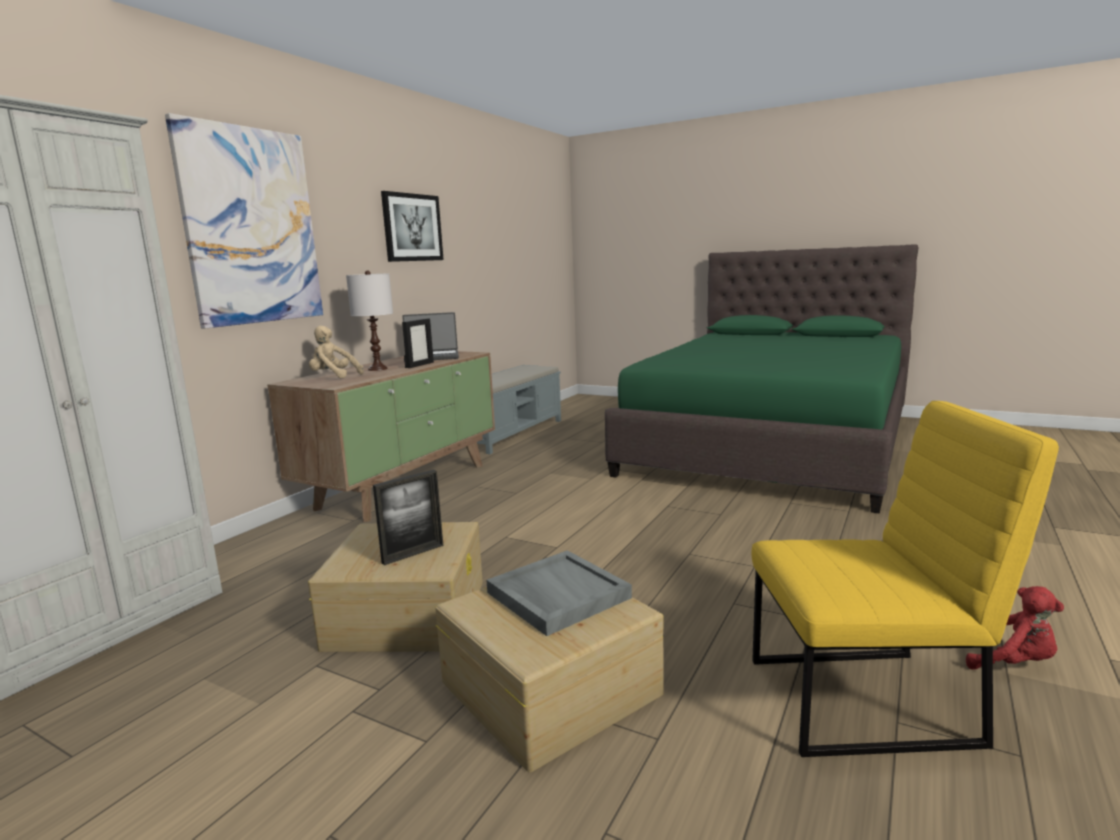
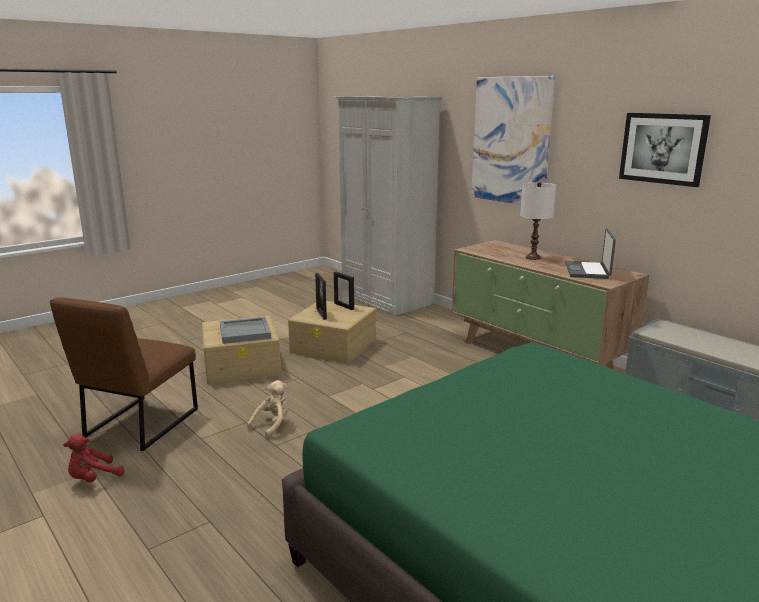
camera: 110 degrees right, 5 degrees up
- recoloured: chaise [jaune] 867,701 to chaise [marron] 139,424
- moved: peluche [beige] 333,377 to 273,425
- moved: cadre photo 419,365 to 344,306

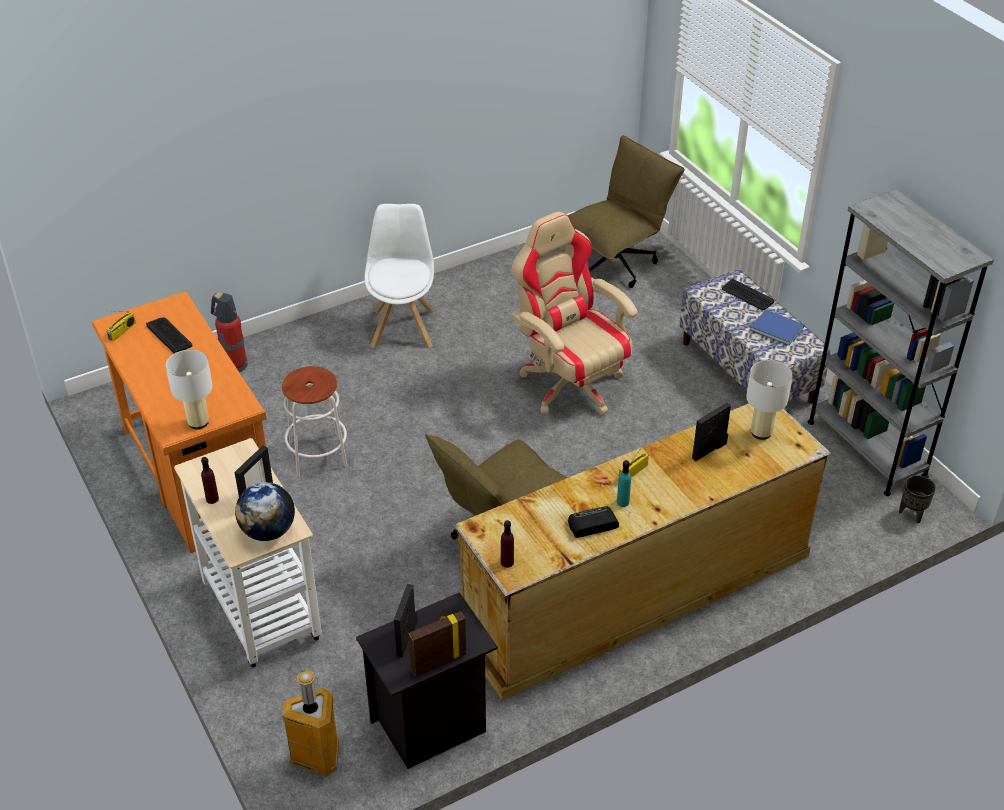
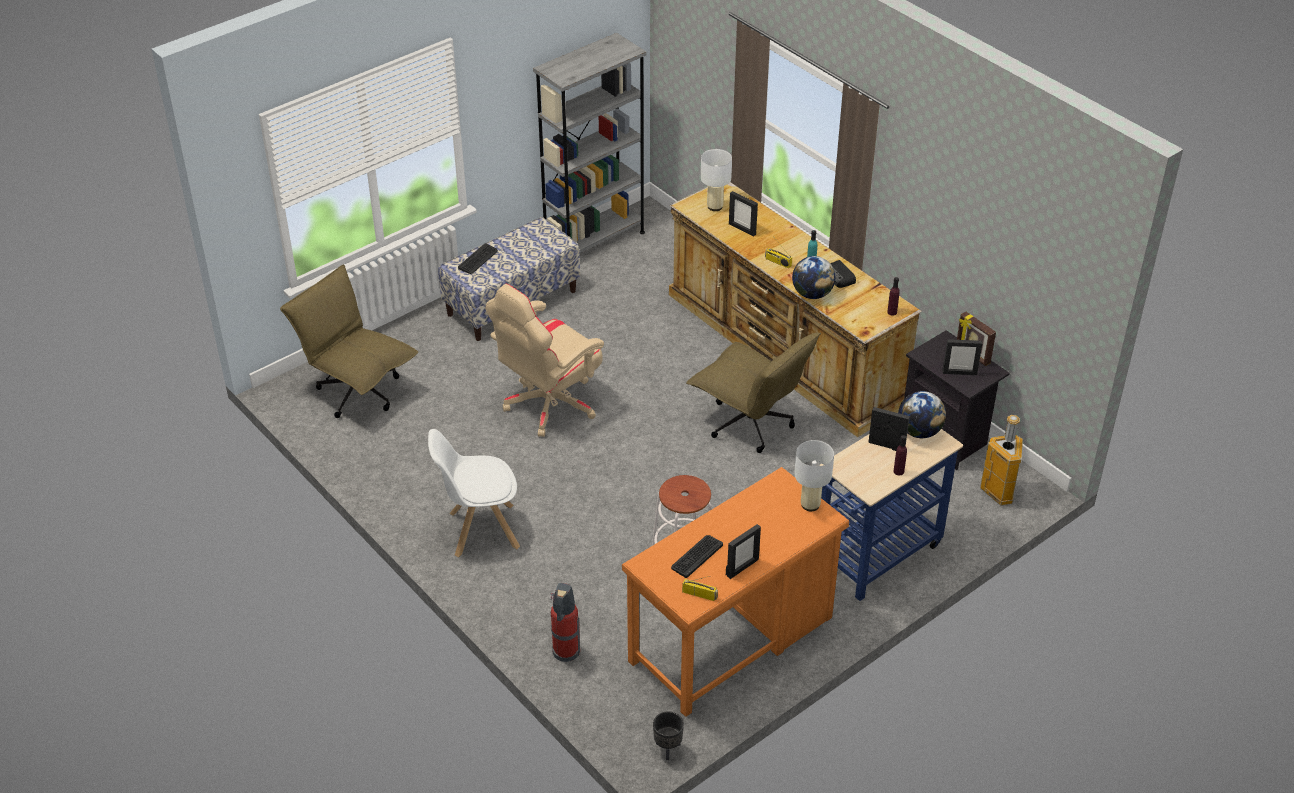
camera: 100 degrees left, 0 degrees up
- moved: cache-pot [noir] 911,513 to 667,749
- added: cadre photo 742,567
- added: globe 812,294
- recoloured: chariot [blanc] 260,609 to chariot [bleu] 876,556
- removed: livre [bleu] 776,327

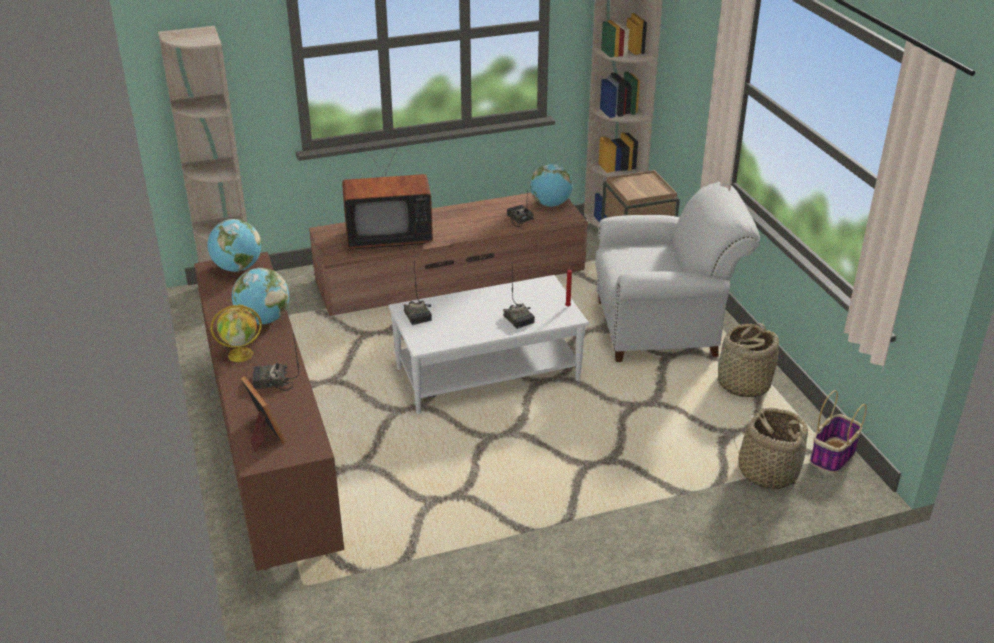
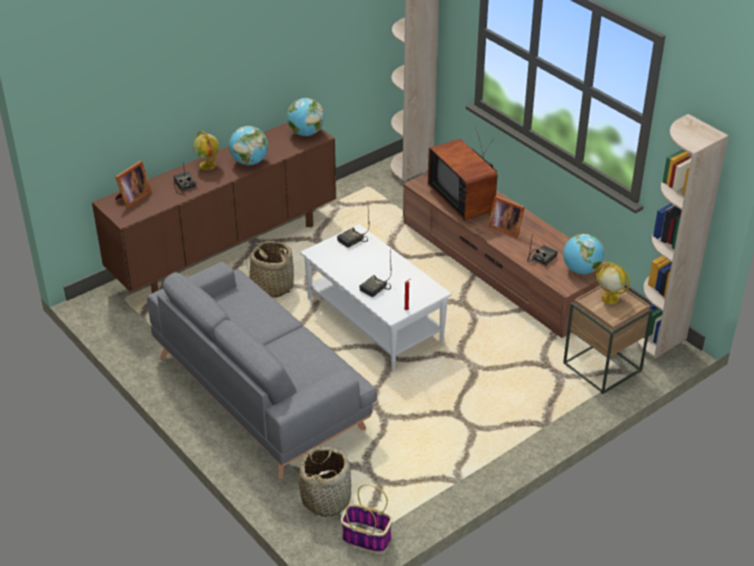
camera: 70 degrees right, 5 degrees up
- added: canapé [gris] 260,391
- moved: panier 743,384 to 272,286
- added: cadre photo 505,228
- added: globe 609,297
- removed: fauteuil [blanc] 663,328

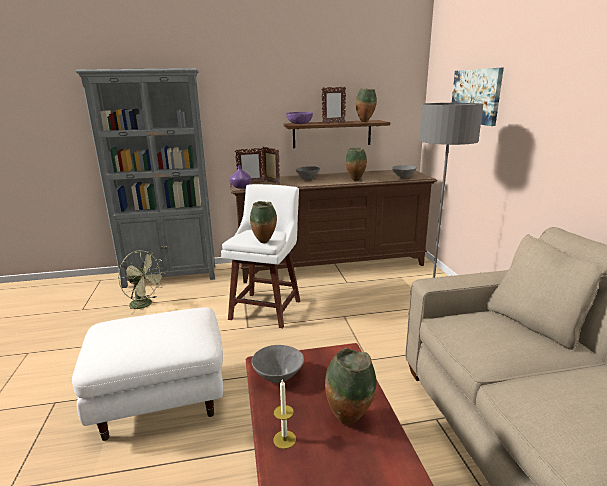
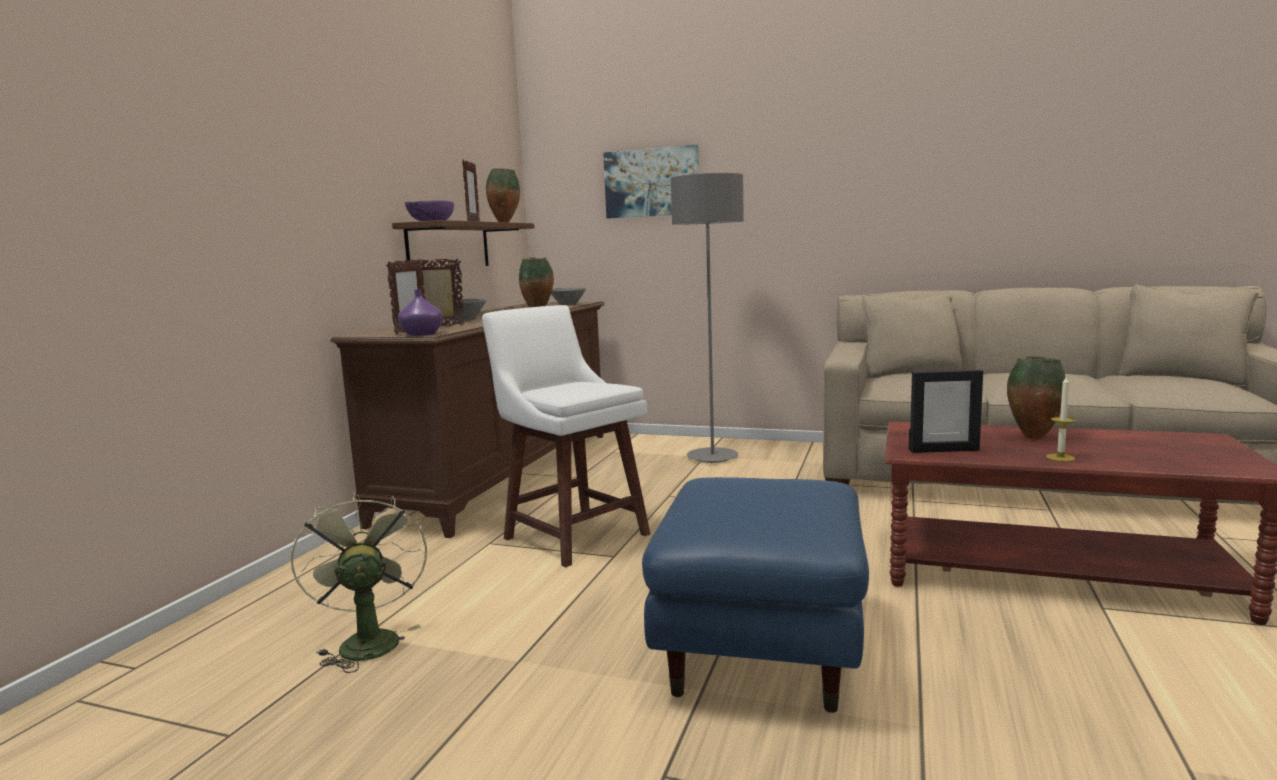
camera: 60 degrees left, 10 degrees down
- turned: ventilateur [vert] 145,304 = 367,640 75 degrees counterclockwise
- recoloured: pouf [blanc] 163,400 to pouf [bleu] 760,647
- replaced: bol [gris] 278,377 to cadre photo 943,450
- removed: bibliothèque [gris] 171,276
- removed: vase 265,242

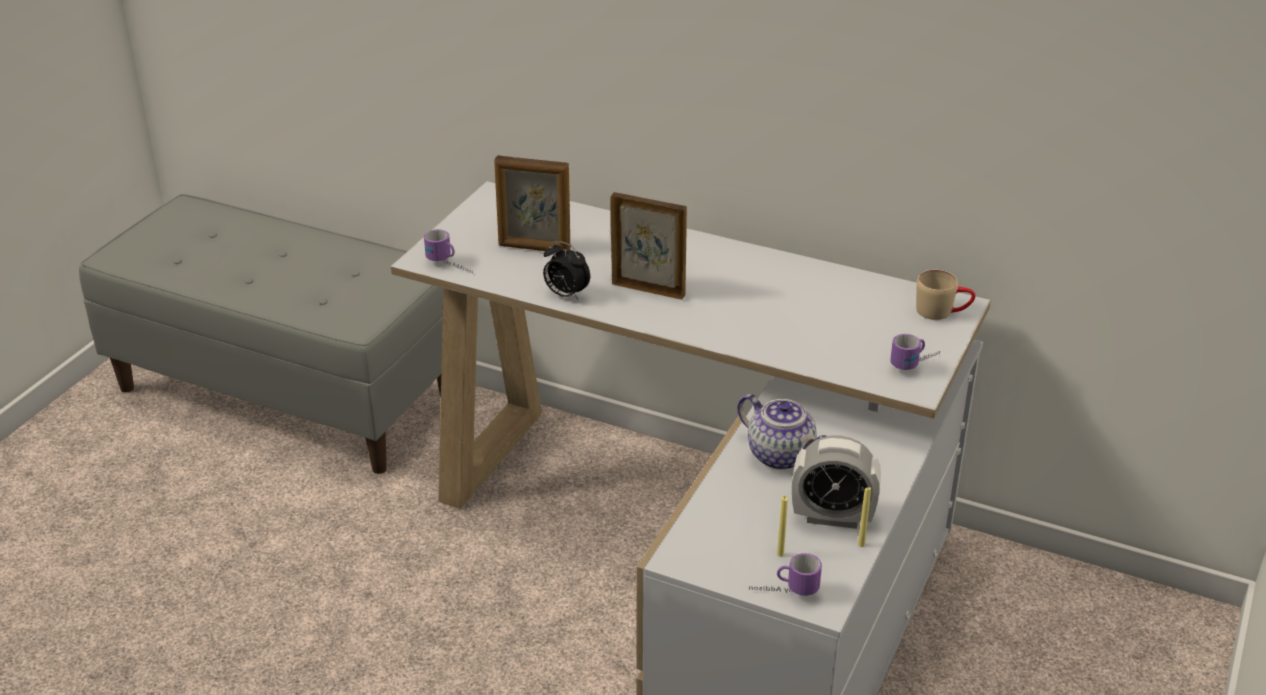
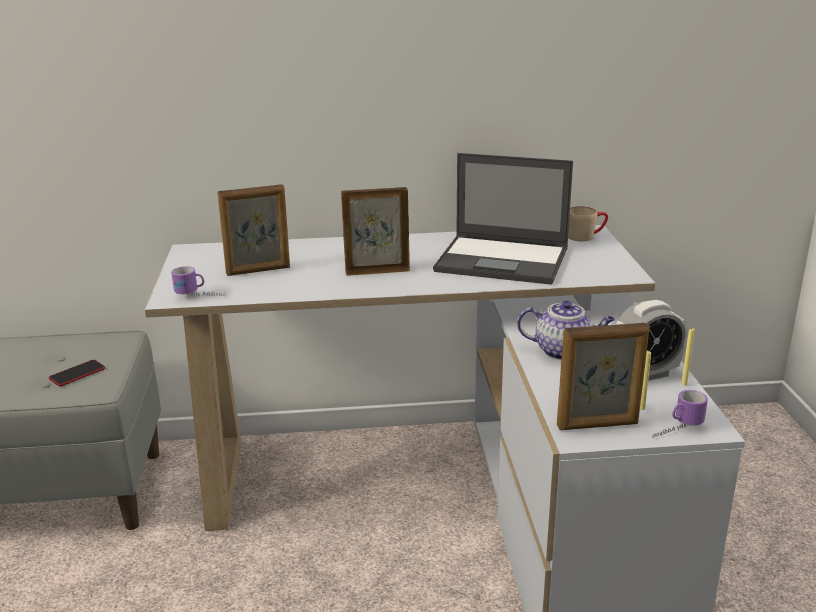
camera: 30 degrees left, 10 degrees down
- added: téléphone 77,374
- added: ordinateur portable 504,260
- added: cadre photo 598,425
- removed: réveil 565,294
- removed: mug 916,364

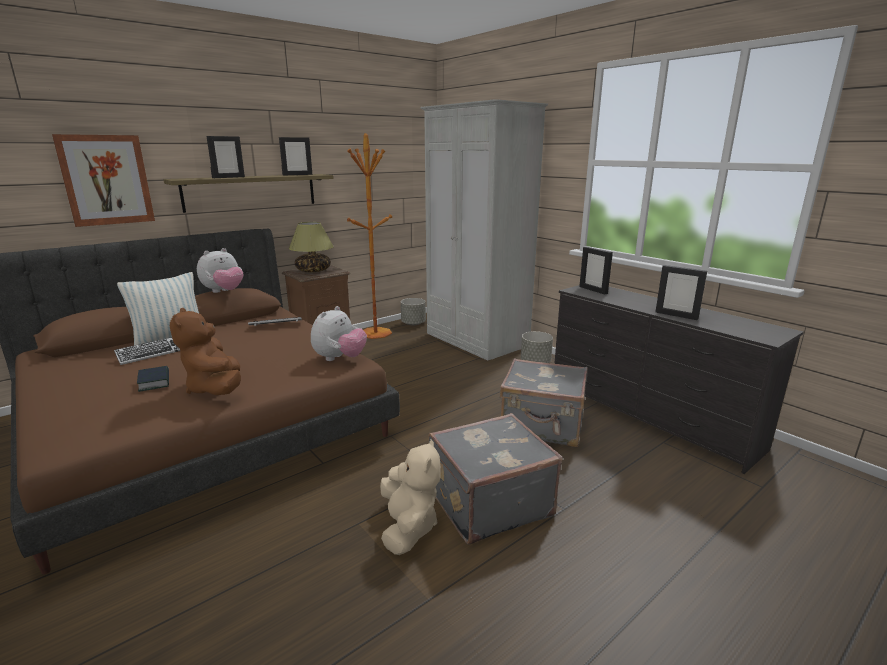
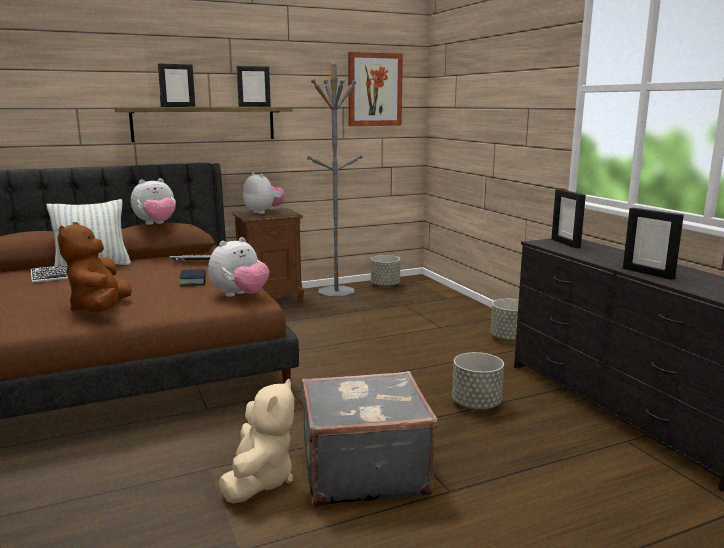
camera: 15 degrees right, 5 degrees down
- moved: livre 154,382 to 193,281
- replaced: lampe de table 313,271 to peluche 263,212
- recoloured: portant [orange] 375,333 to portant [gris] 336,291
- moved: tableau 106,180 to 374,90
- replaced: valise [gris] 542,426 to cache-pot [gris] 476,404
- removed: armoire [blanc] 476,340

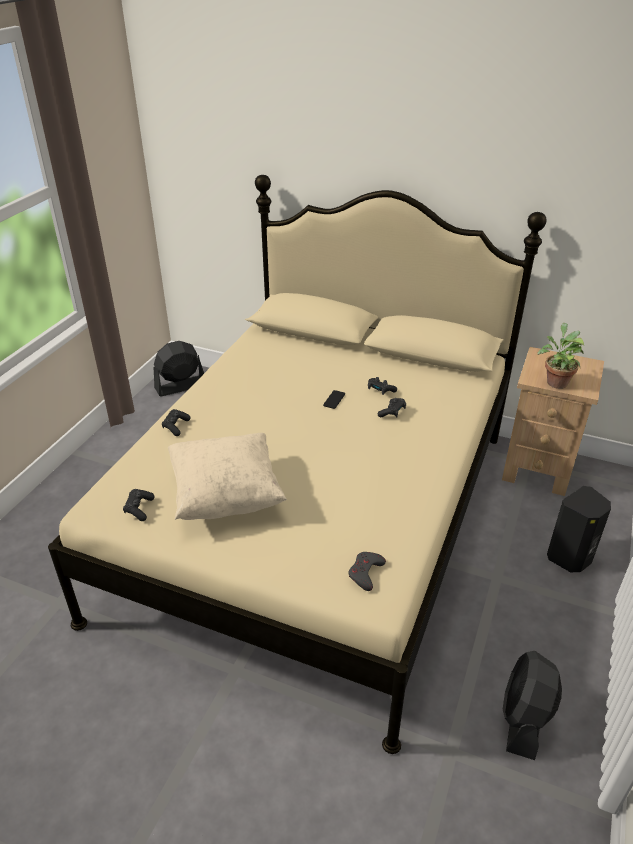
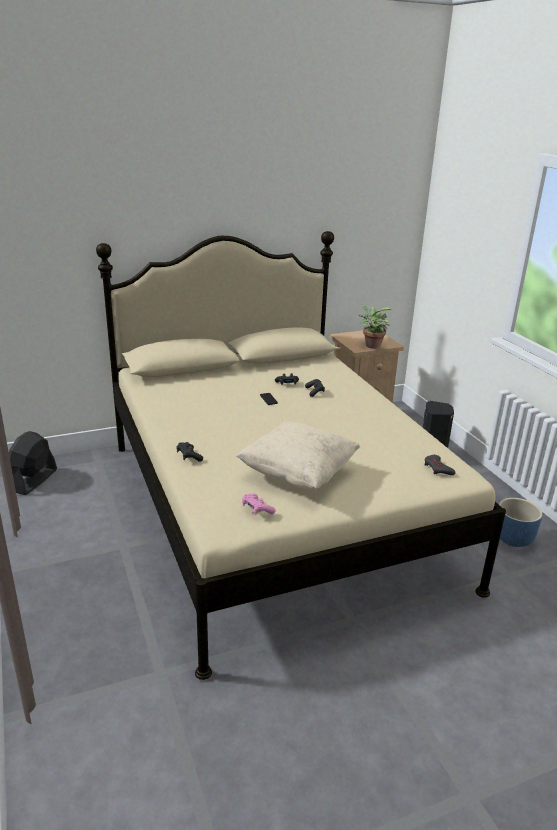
camera: 45 degrees left, 10 degrees down
- recoloured: manette [noir] 139,509 to manette [rose] 257,509
- replaced: ventilateur [noir] 524,718 to cache-pot [bleu] 513,539

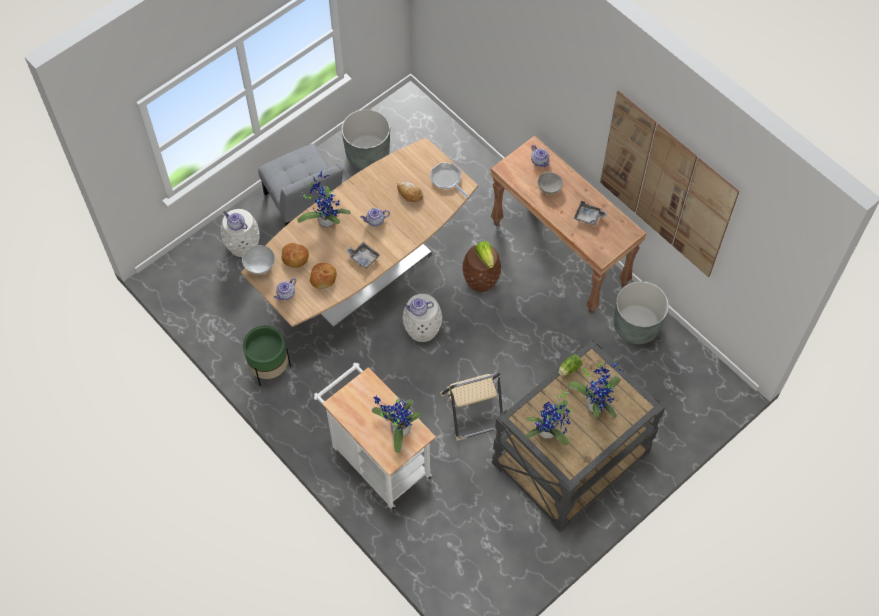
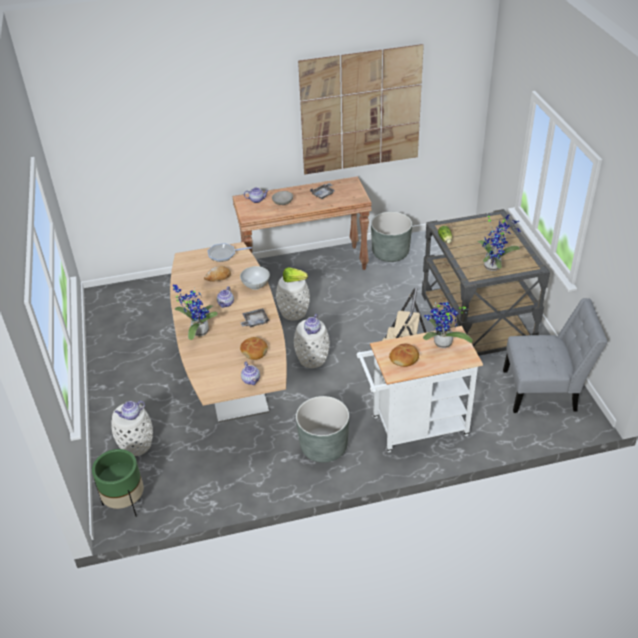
camera: 60 degrees left, 20 degrees down
- moved: cache-pot [vert] 269,368 to 125,502
- moved: bol [blanc] 260,266 to 255,285
- recoloured: tabouret [marron] 481,280 to tabouret [blanc] 294,312
- moved: cache-pot [gris] 367,154 to 323,447
- moved: pain 295,257 to 404,358
- moved: chaise [gris] 305,207 to 544,390
- removed: plante en pot 596,403

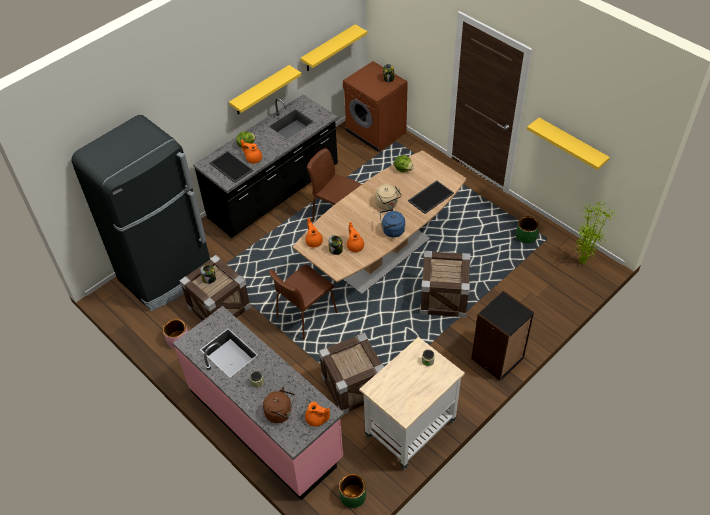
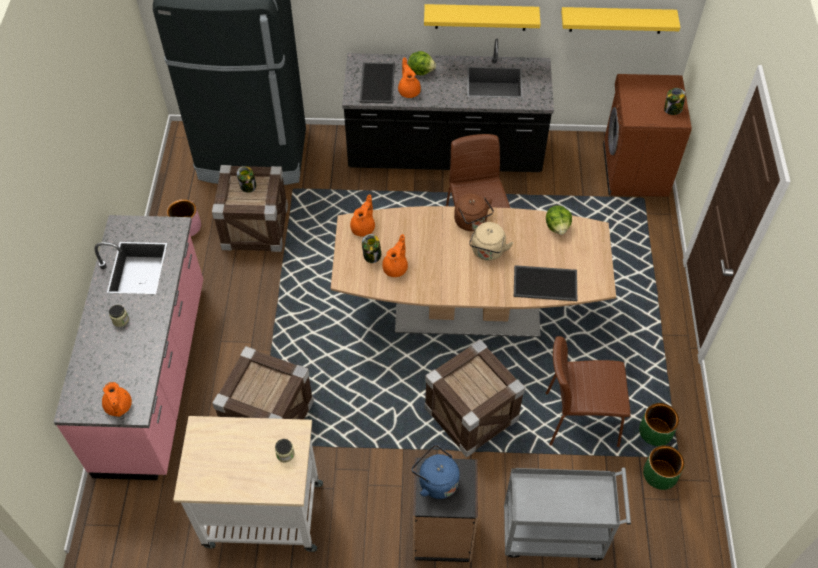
camera: 45 degrees right, 5 degrees up
- moved: bouilloire [bleu] 391,231 to 436,481
- moved: bouilloire [marron] 280,413 to 472,222
- added: chariot [gris] 555,538
- moved: chaise [marron] 305,316 to 578,419
- moved: cache-pot [vert] 352,496 to 659,474
- removed: étagère [jaune] 571,144
- removed: plante en pot 582,263

